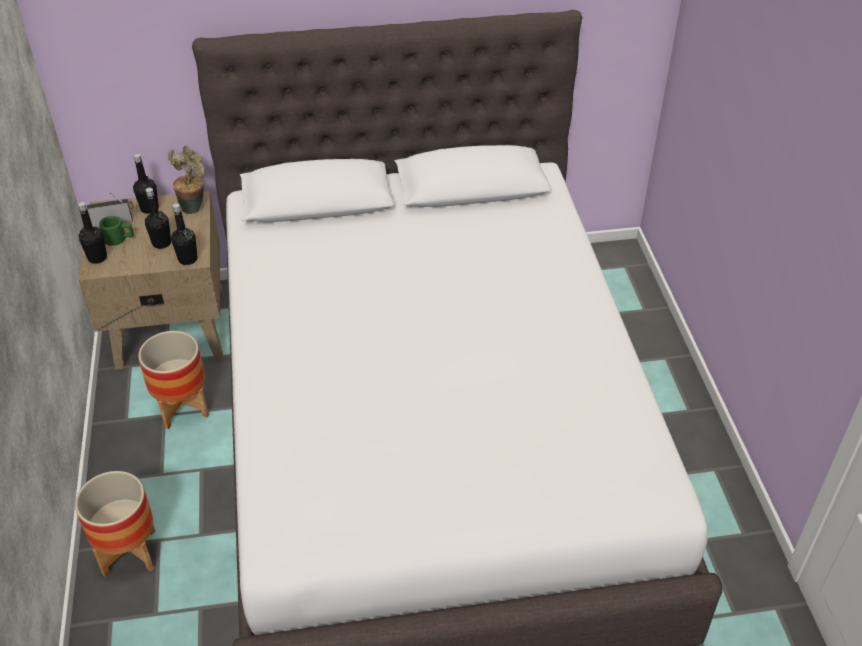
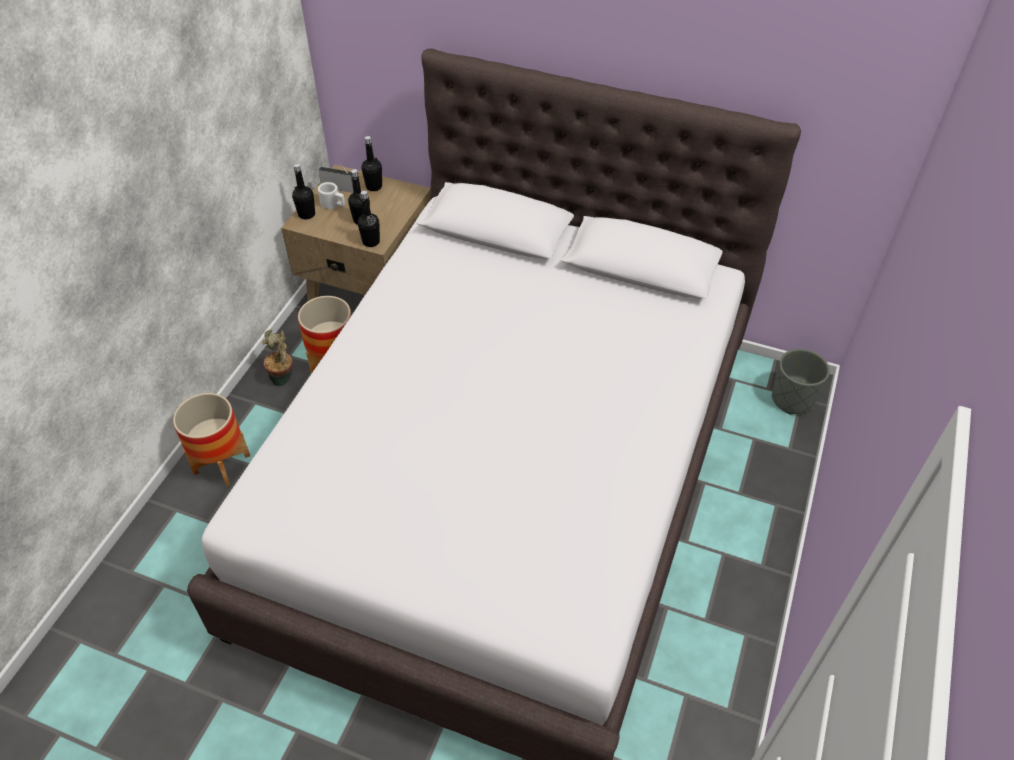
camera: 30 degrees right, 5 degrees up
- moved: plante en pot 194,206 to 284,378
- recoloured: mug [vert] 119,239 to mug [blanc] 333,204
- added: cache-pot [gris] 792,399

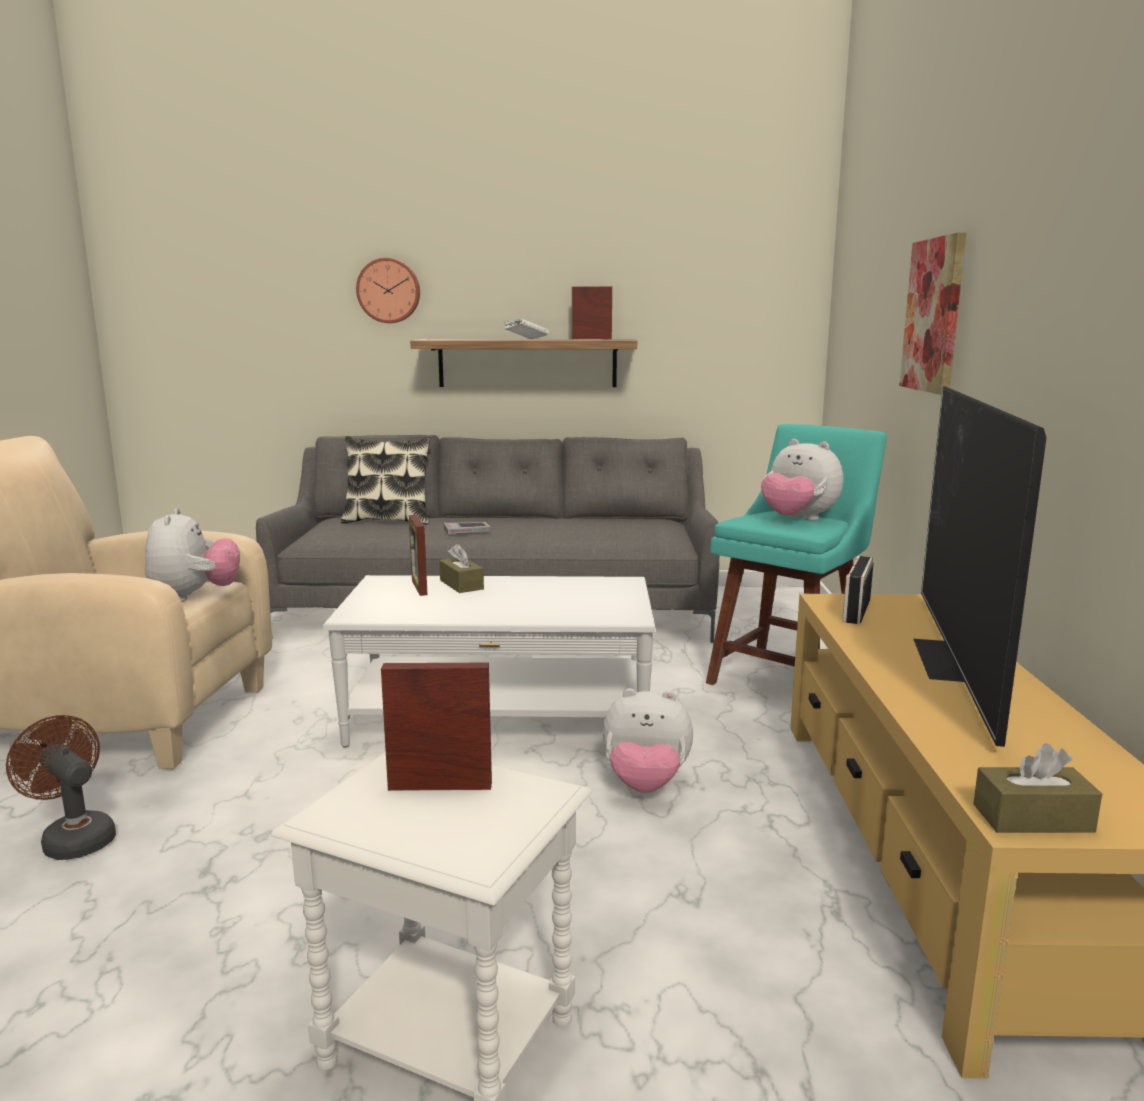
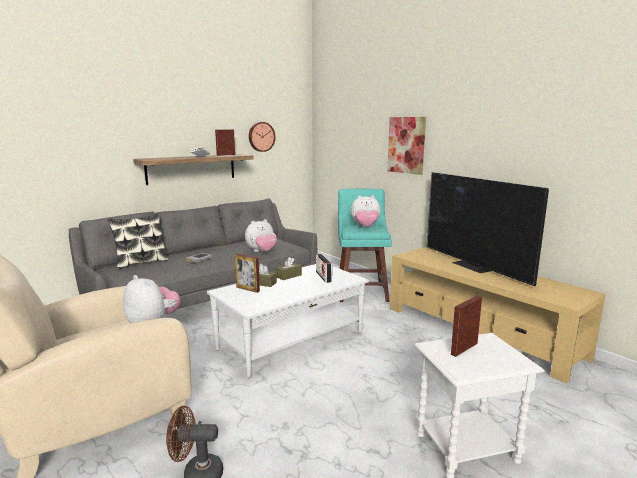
camera: 40 degrees left, 0 degrees up
- moved: peluche 645,784 to 261,251
- moved: horloge murale 389,290 to 261,136
- moved: boîte à mouchoirs [marron] 1032,818 to 288,276
- moved: radio 856,611 to 323,277

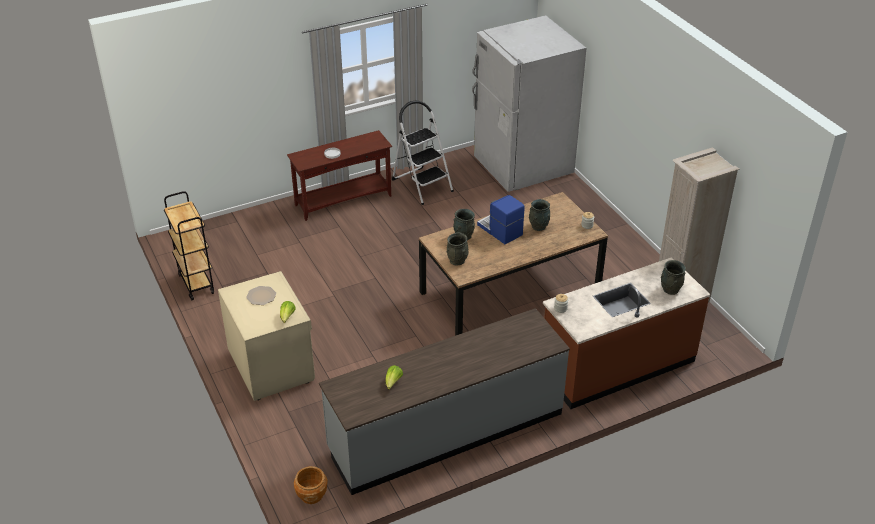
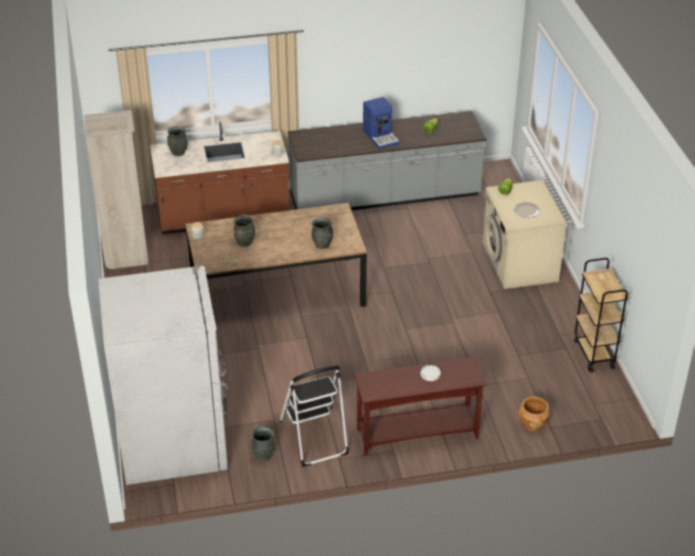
camera: 165 degrees left, 0 degrees up
- moved: vase [gris] 457,260 to 263,455
- moved: machine à café 499,230 to 381,137
- moved: cache-pot [marron] 312,495 to 532,423

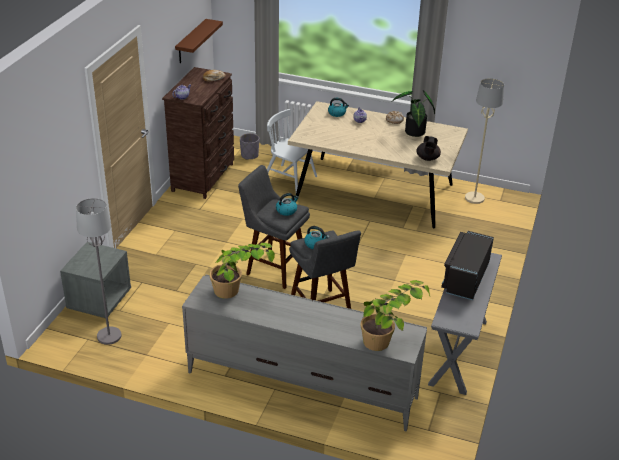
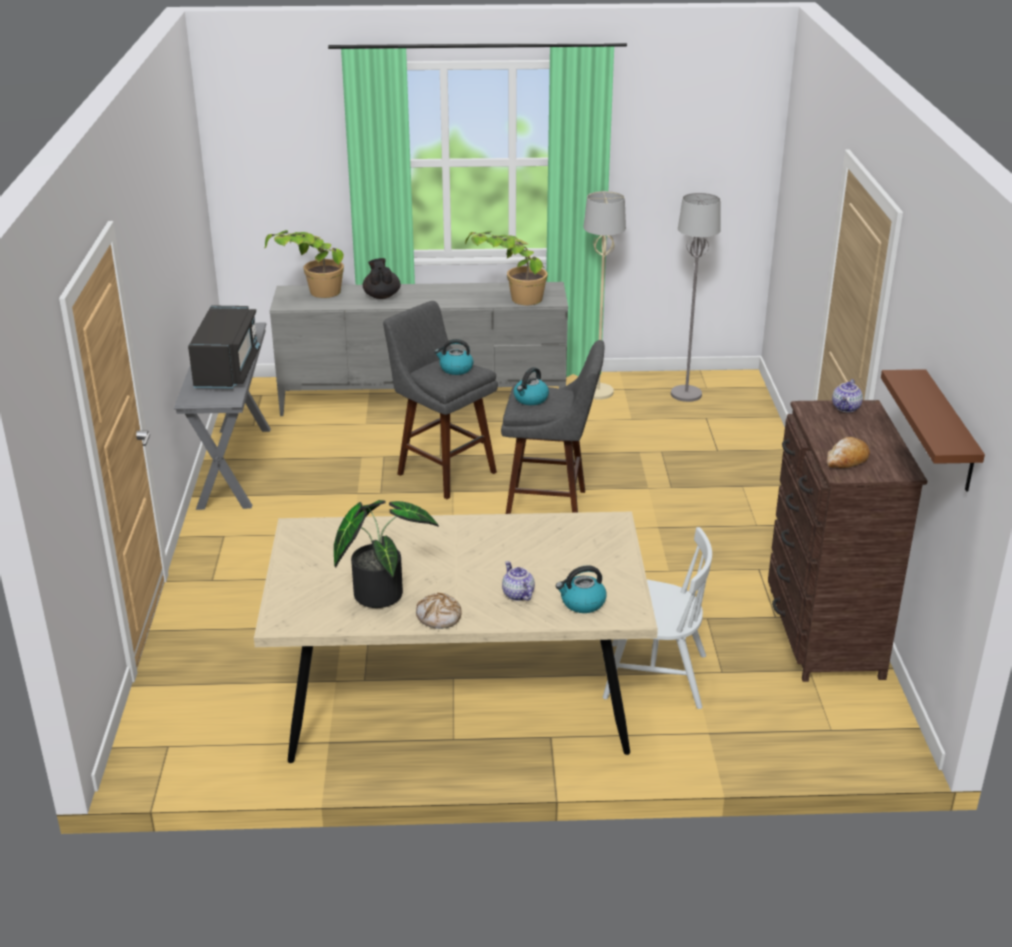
camera: 160 degrees right, 5 degrees down
- moved: théière [noir] 427,158 to 381,296
- moved: lampadaire [beige] 474,198 to 598,392
- removed: table de chevet [gris] 99,300
- removed: cache-pot [gris] 249,155

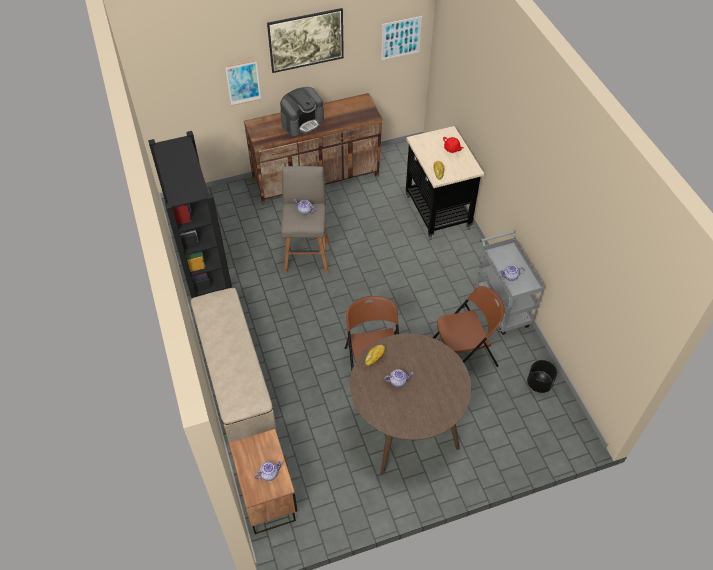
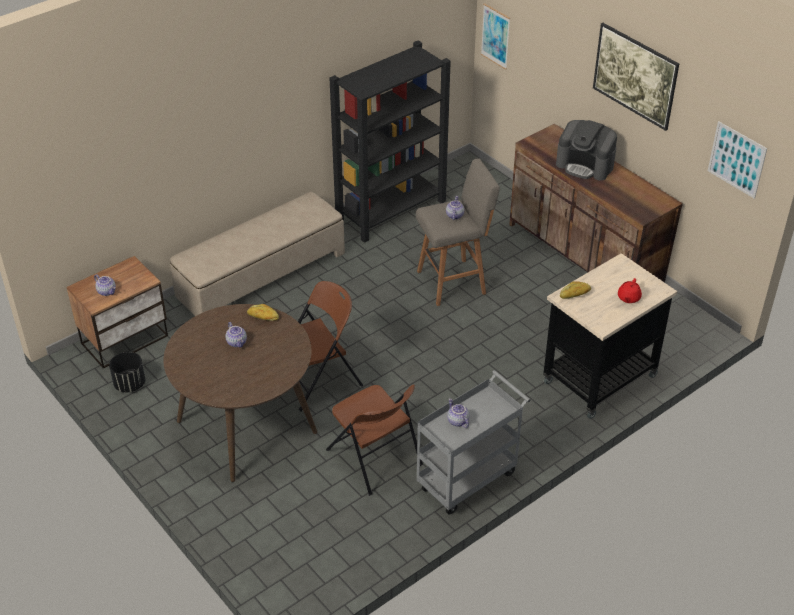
camera: 70 degrees right, 10 degrees down
- moved: cache-pot [noir] 539,383 to 130,384
- moved: tableau 243,82 to 495,36

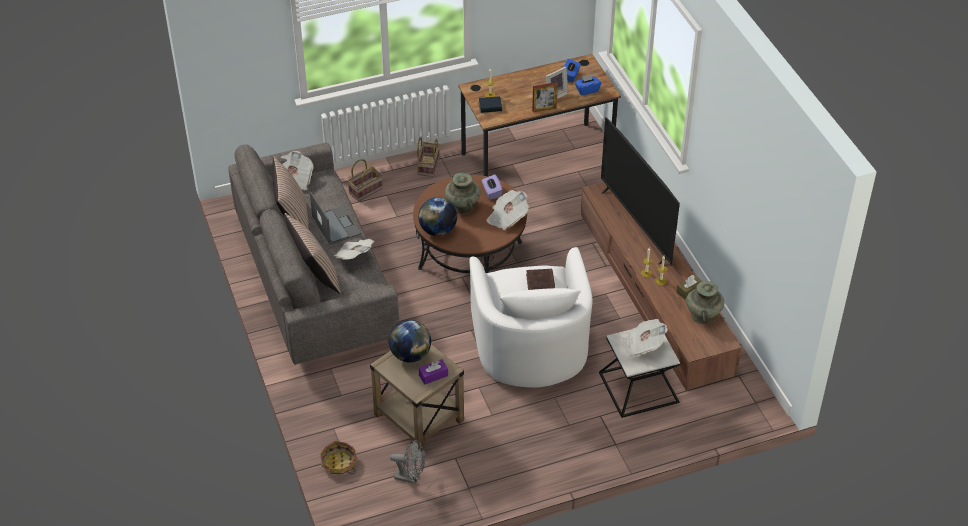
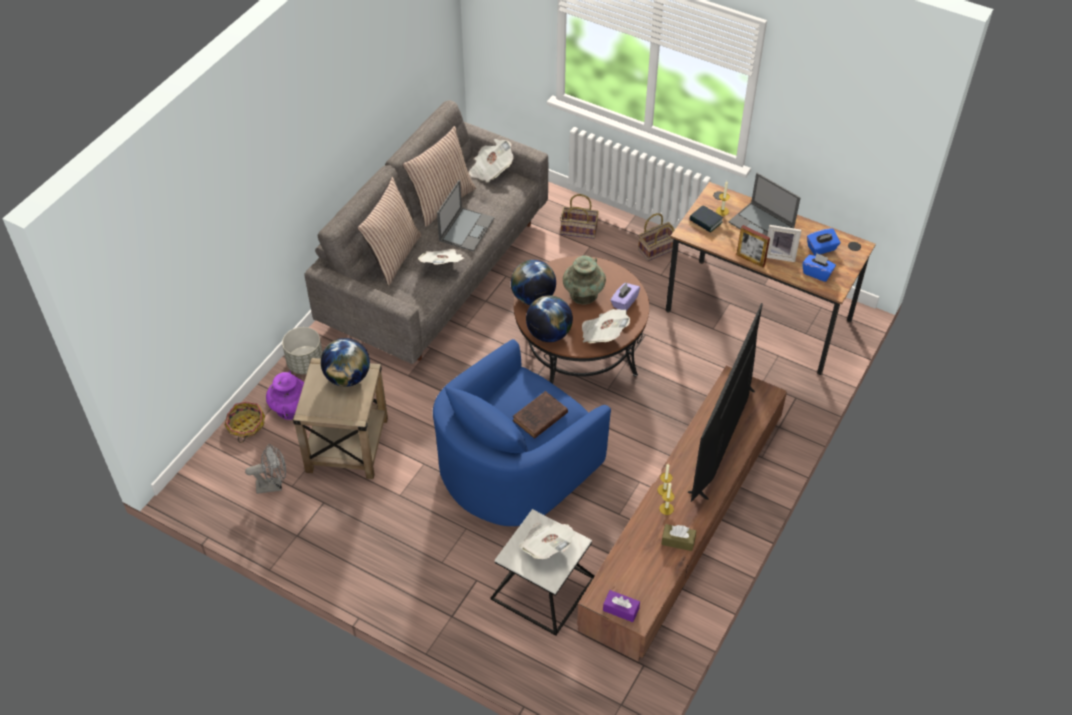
camera: 50 degrees right, 5 degrees up
- turned: ventilateur [gris] 411,477 = 273,485 75 degrees counterclockwise
- added: vase [violet] 290,408
- added: cache-pot [gris] 305,363
- recoloured: fauteuil [blanc] 530,343 to fauteuil [bleu] 514,466
- added: globe 549,334
- moved: boîte à mouchoirs [violet] 433,375 to 621,609
- added: ordinateur portable 762,225
- removed: vase [turquoise] 703,315

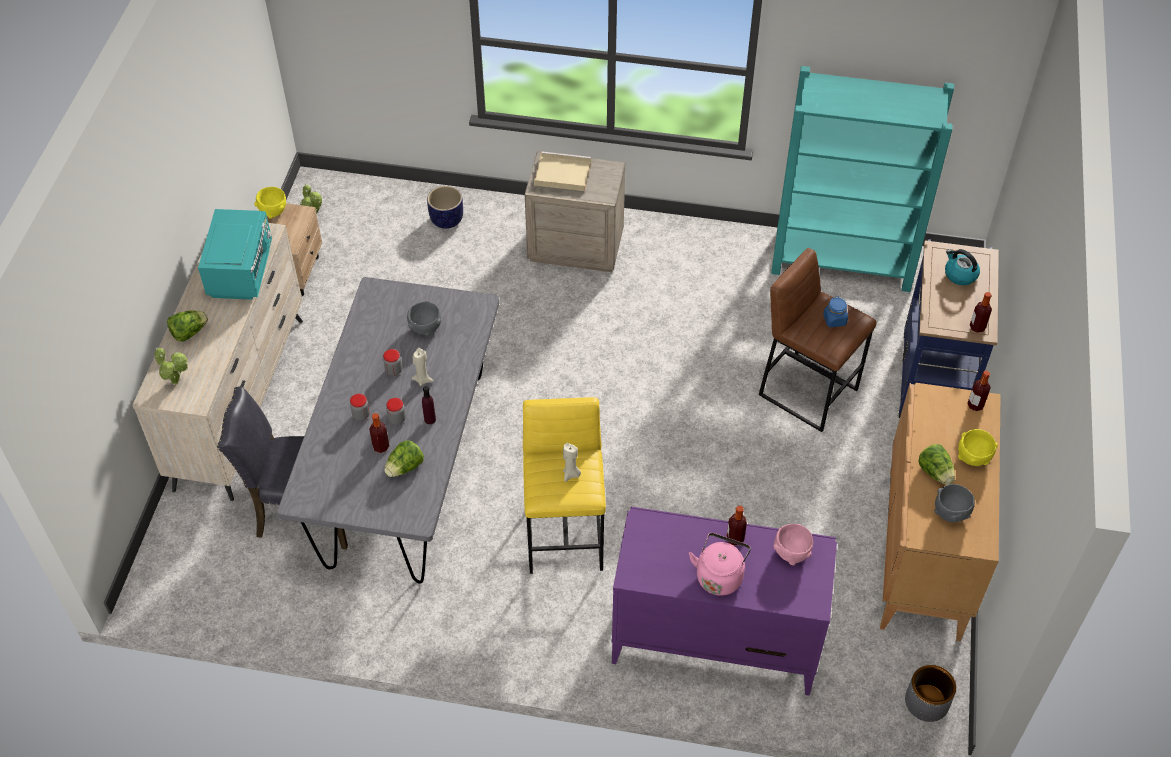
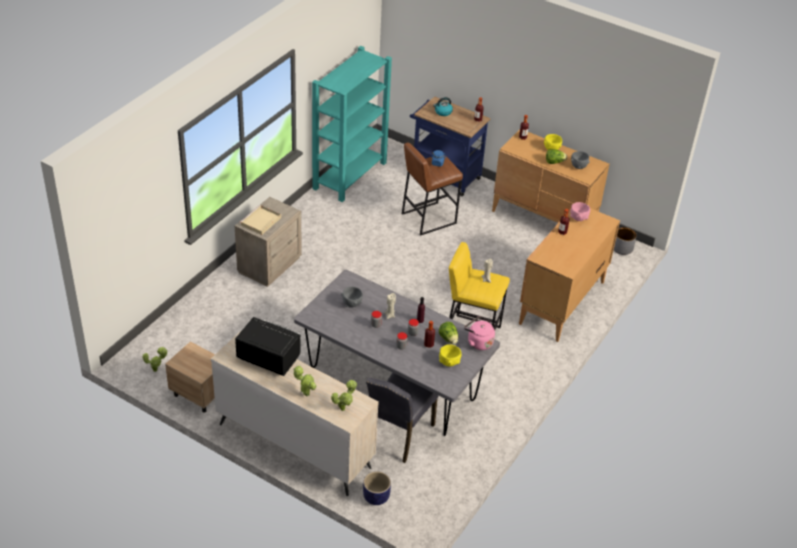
camera: 70 degrees left, 10 degrees down
- recoloured: micro-ondes [turquoise] 242,271 to micro-ondes [noir] 268,358
- replaced: laitue 189,332 to plante en pot 305,394
- moved: cache-pot 446,219 to 375,497
- moved: bol [jaune] 273,211 to 449,362
- moved: bouilloire [rose] 719,575 to 478,342
- recoloured: meuble de rangement [violet] 714,643 to meuble de rangement [marron] 561,303

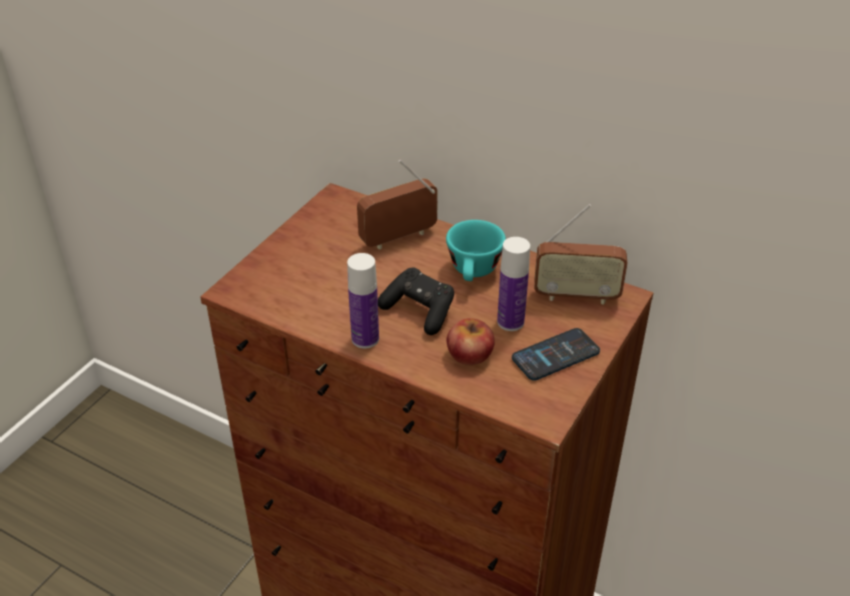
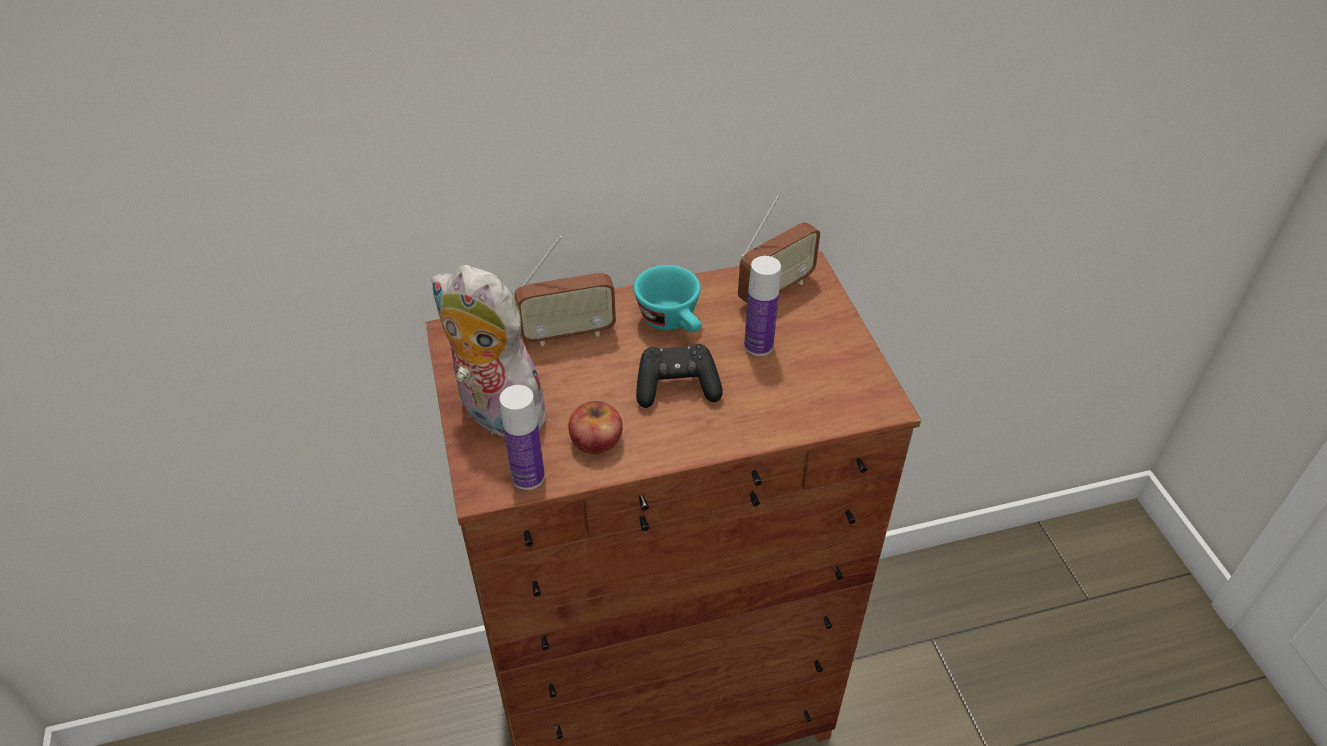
camera: 45 degrees left, 5 degrees up
- added: peluche 495,413
- moved: bouteille 365,339 to 528,477
- turned: radio 399,238 = 568,333 120 degrees counterclockwise
- moved: pomme 470,354 to 596,440
- removed: téléphone 555,355

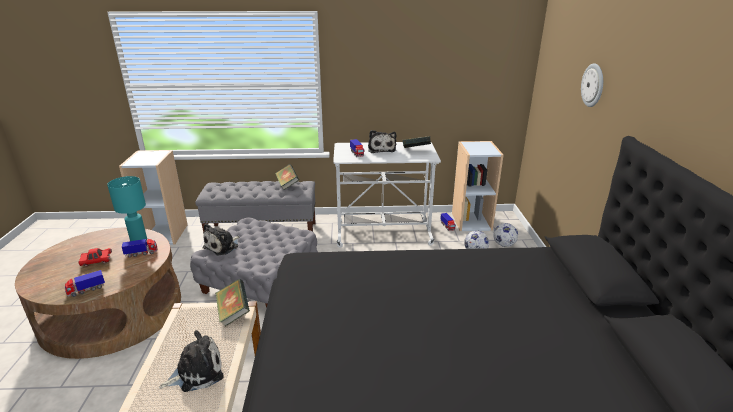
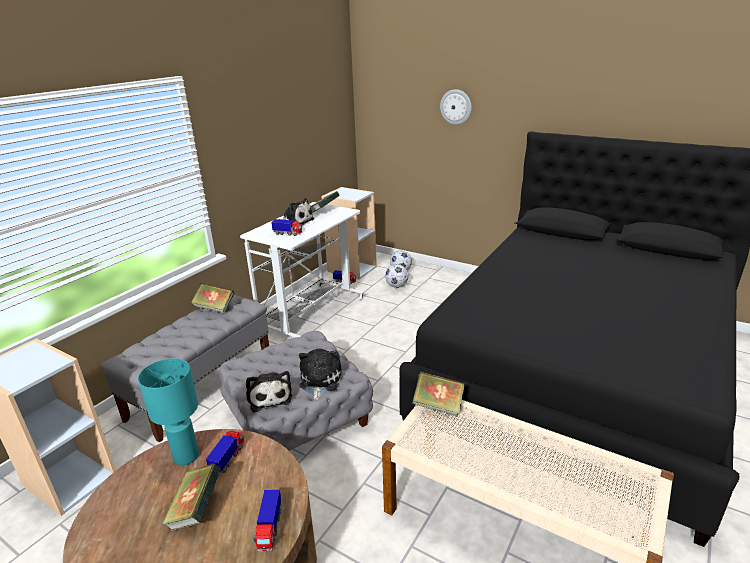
camera: 55 degrees left, 0 degrees up
- replaced: petite voiture [rouge] 97,261 to livre 196,510
- moved: peluche 196,372 to 319,382

